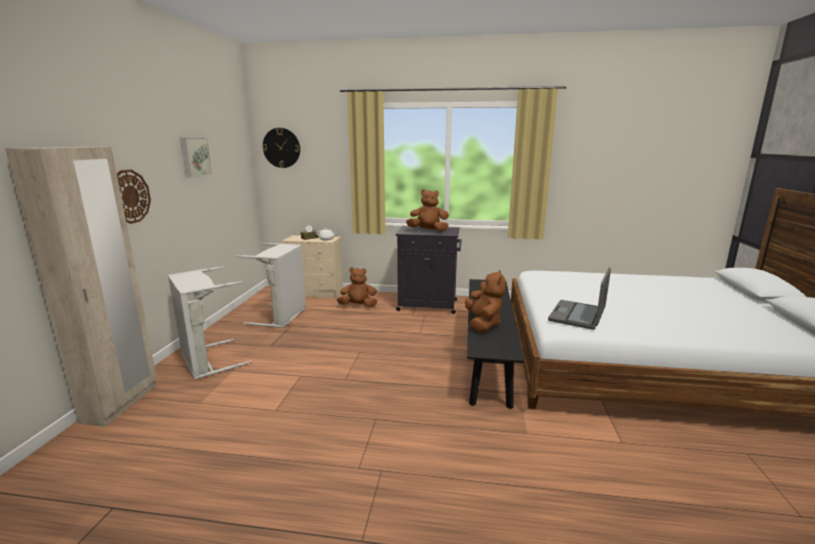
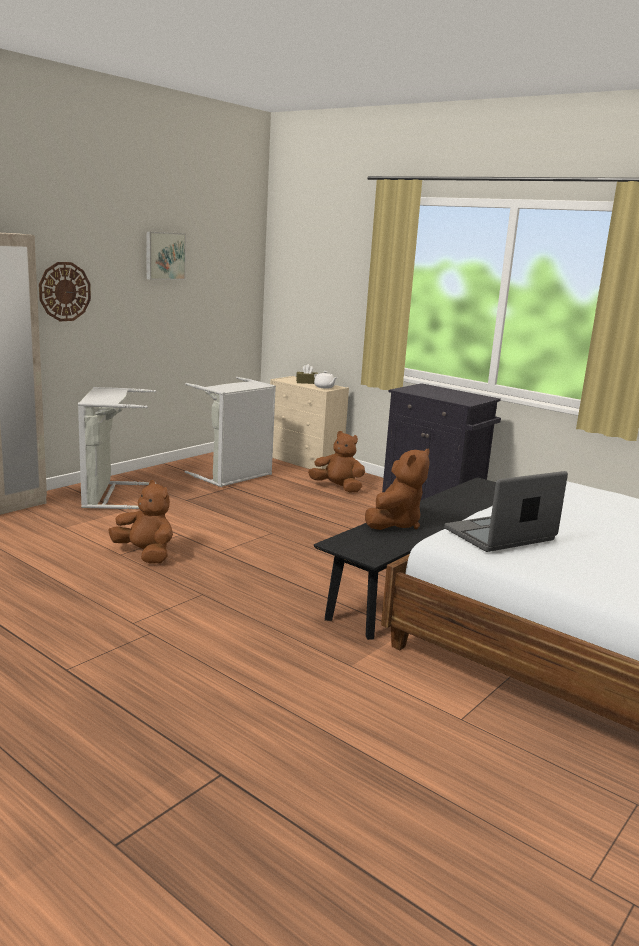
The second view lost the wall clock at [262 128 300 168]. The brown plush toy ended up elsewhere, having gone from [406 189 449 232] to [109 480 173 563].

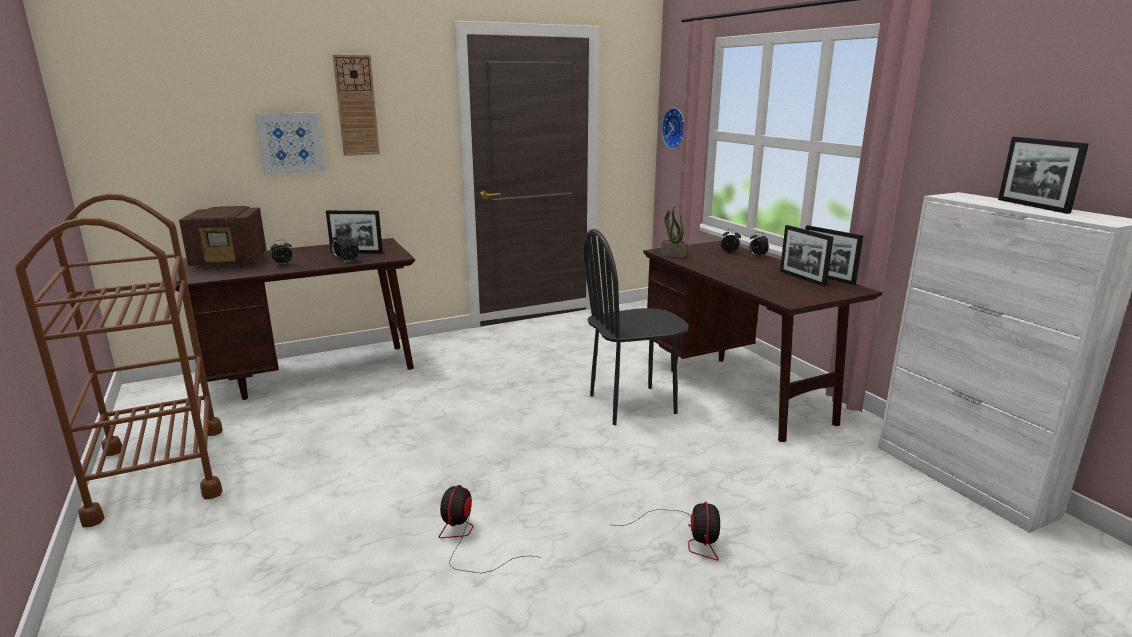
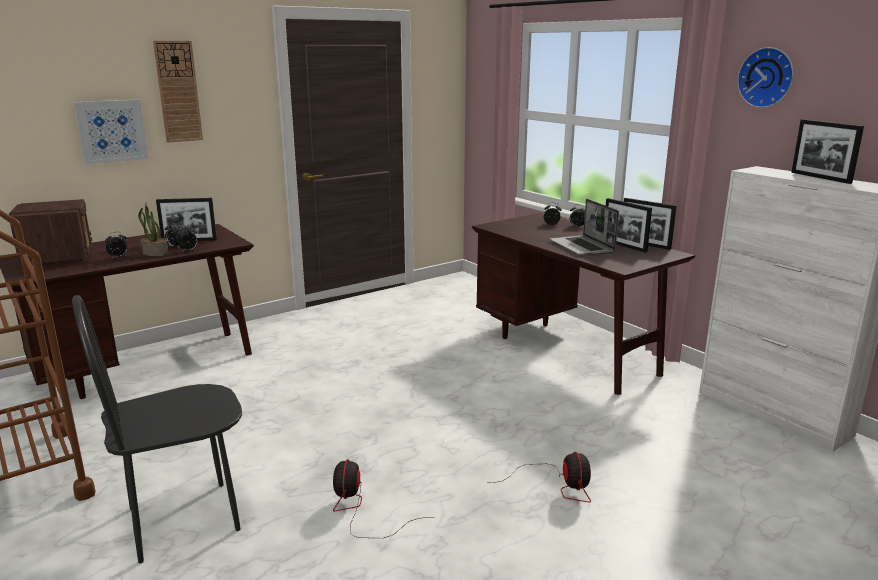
The second view gained the portable computer at [550 199 619 256]. The black-coloured upright chair ended up elsewhere, having gone from [584 229 689 425] to [72 295 242 564]. The houseplant ended up elsewhere, having gone from [661 206 687 258] to [138 202 169 256]. The wall clock ended up elsewhere, having gone from [662 108 684 149] to [737 47 794 108]. The radio at [179 206 267 269] ended up facing another way, 90 degrees counterclockwise from before.

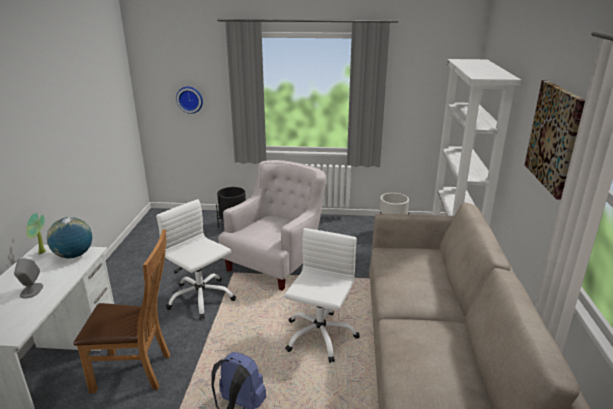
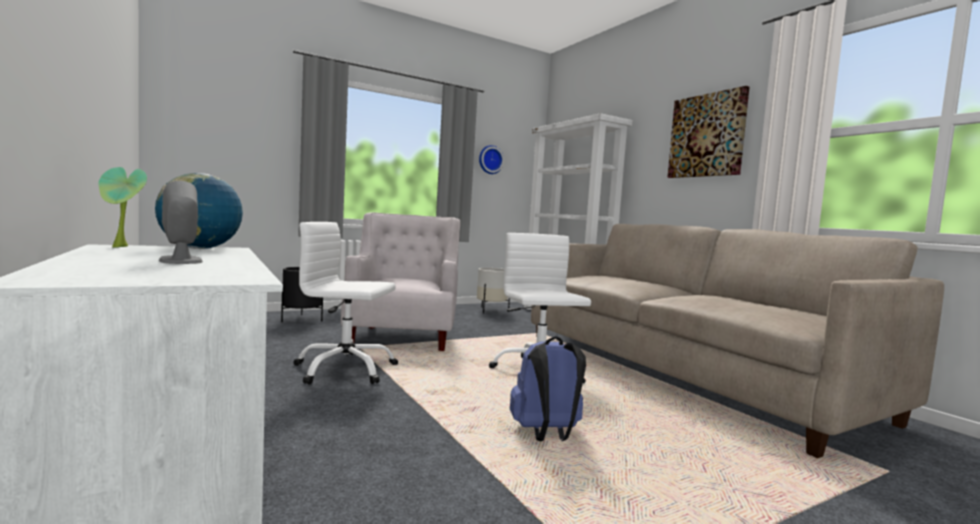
The second view lost the brown upright chair at [73 229 170 394]. The wall clock ended up elsewhere, having gone from [176 87 203 114] to [479 145 504 174].

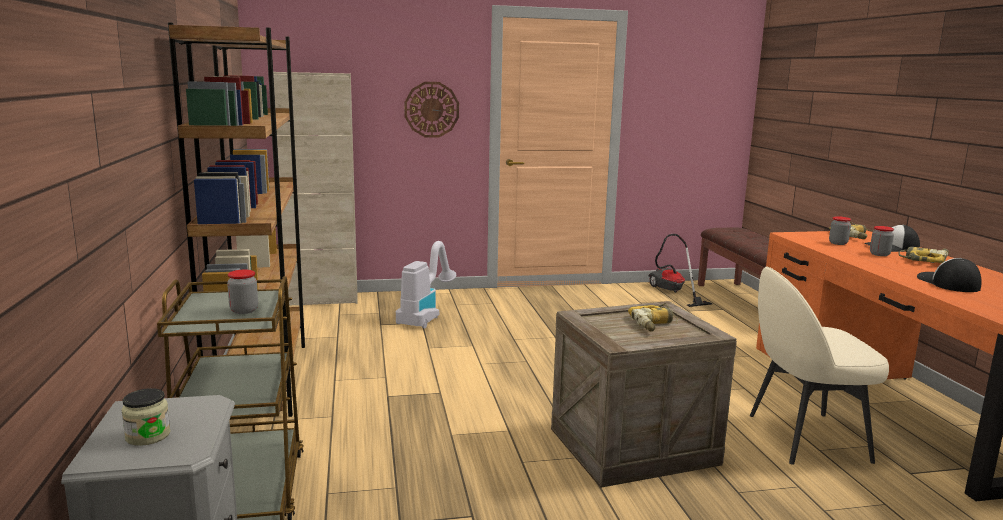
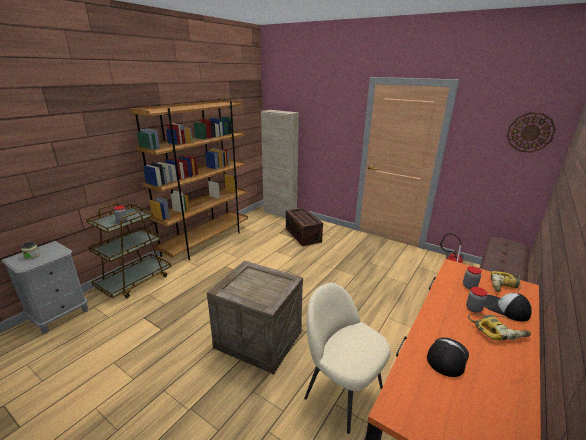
The second view lost the drill at [628 303 678 331]. The wall clock ended up elsewhere, having gone from [404 82 459 137] to [507 112 556 153]. Where the vacuum stood at [396 241 456 328], the shipping crate came to stand at [286 208 323 246].

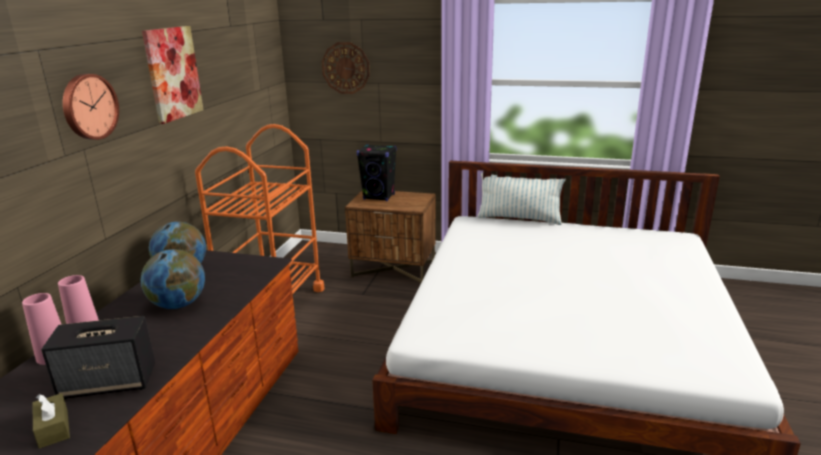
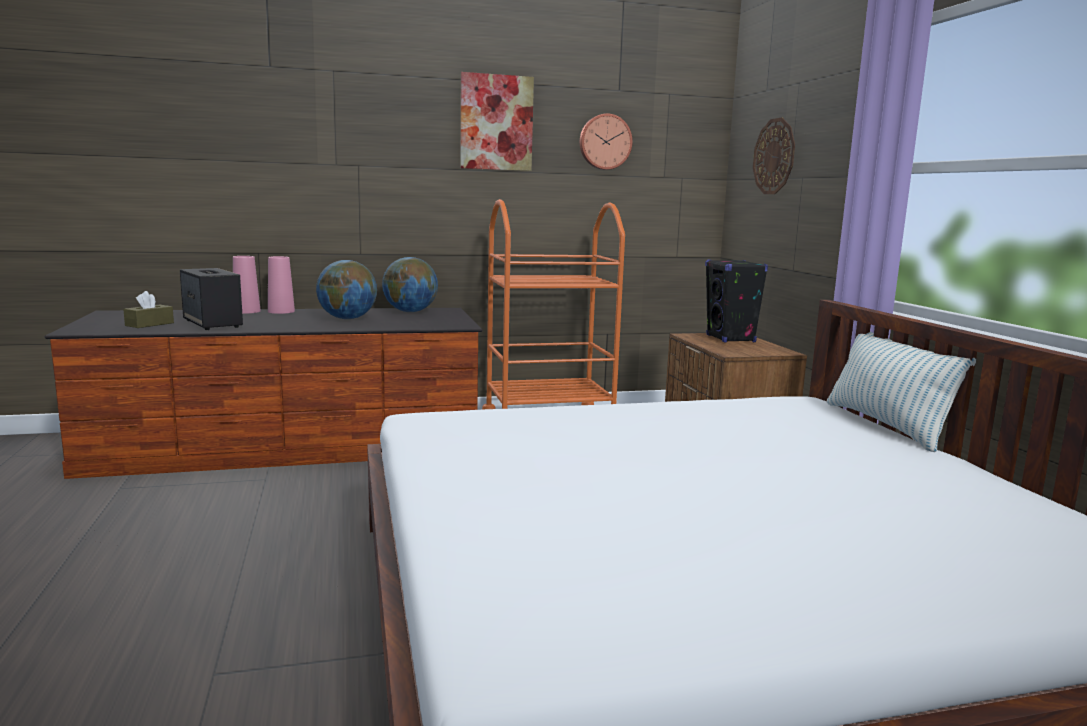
The wall clock ended up elsewhere, having gone from [63 74 119 140] to [580 113 633 170].

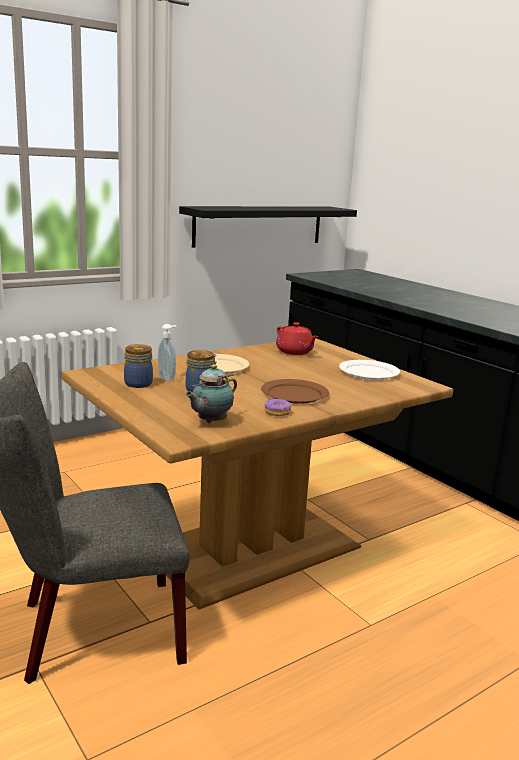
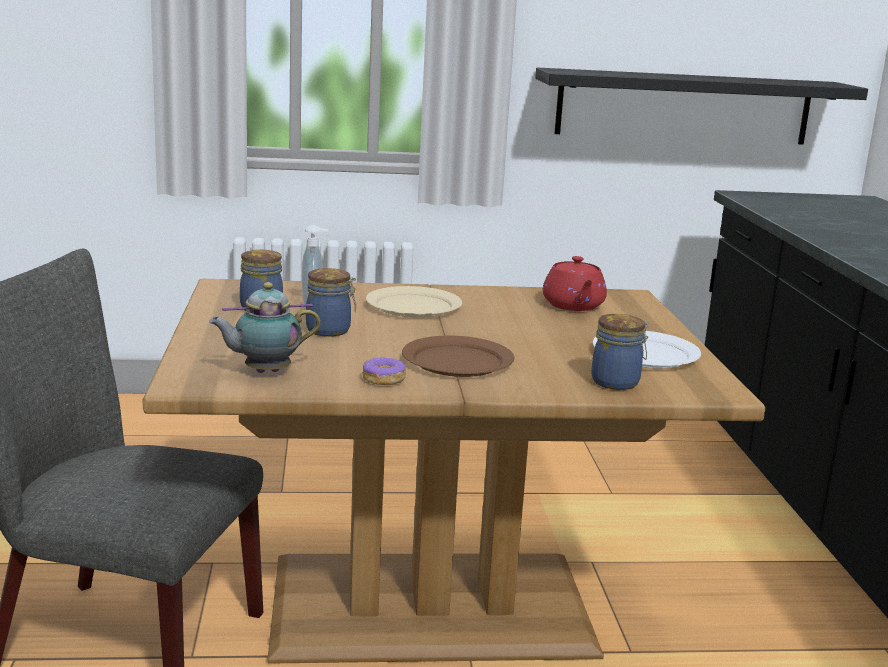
The second view gained the preserve jar at [591 314 649 390].

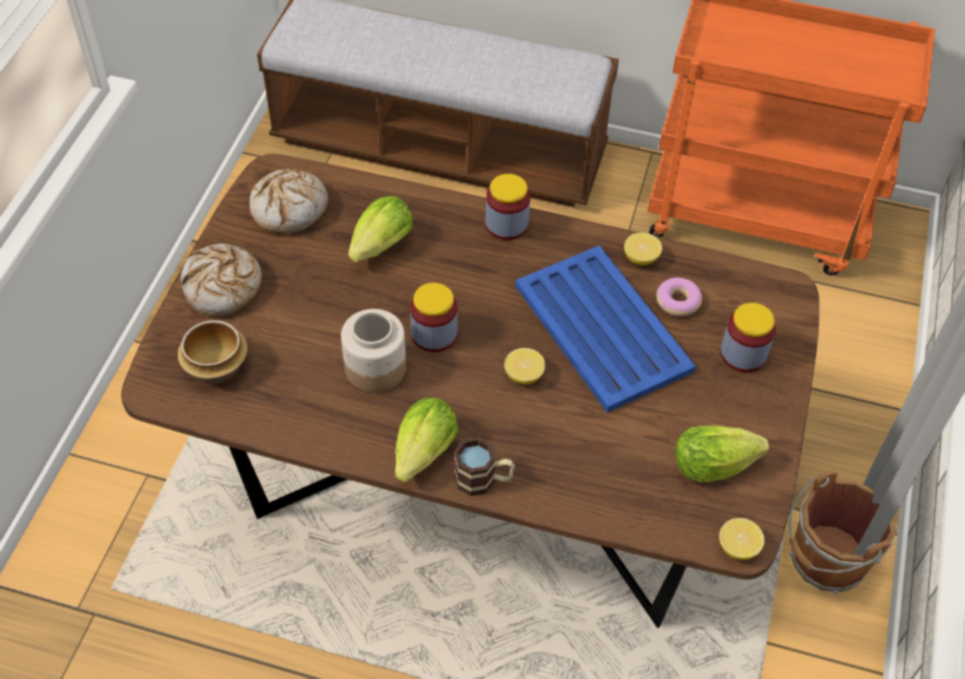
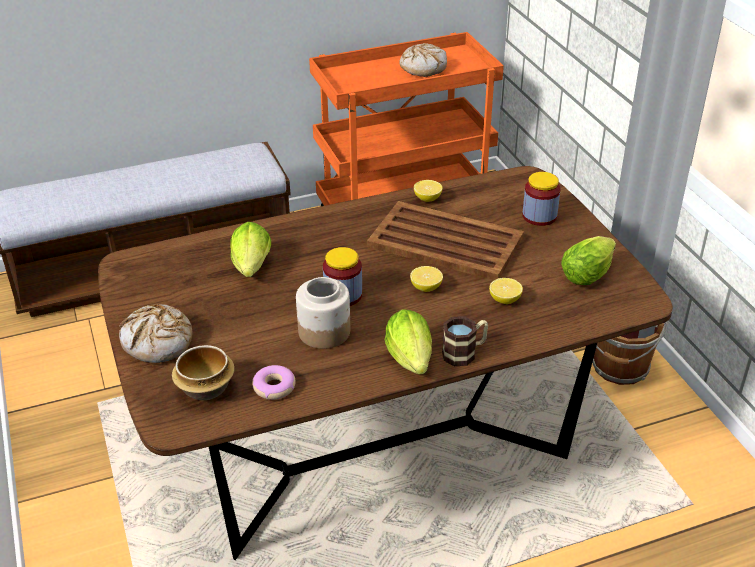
The second view lost the preserve jar at [485 174 530 240]. The bread ended up elsewhere, having gone from [249 169 328 233] to [400 43 447 77]. The doughnut ended up elsewhere, having gone from [656 278 702 317] to [252 365 296 400]. The lemon ended up elsewhere, having gone from [719 518 764 560] to [489 278 523 304]. What was the bluish serving tray at [515 245 696 413] turned into the brown serving tray at [367 201 524 280].

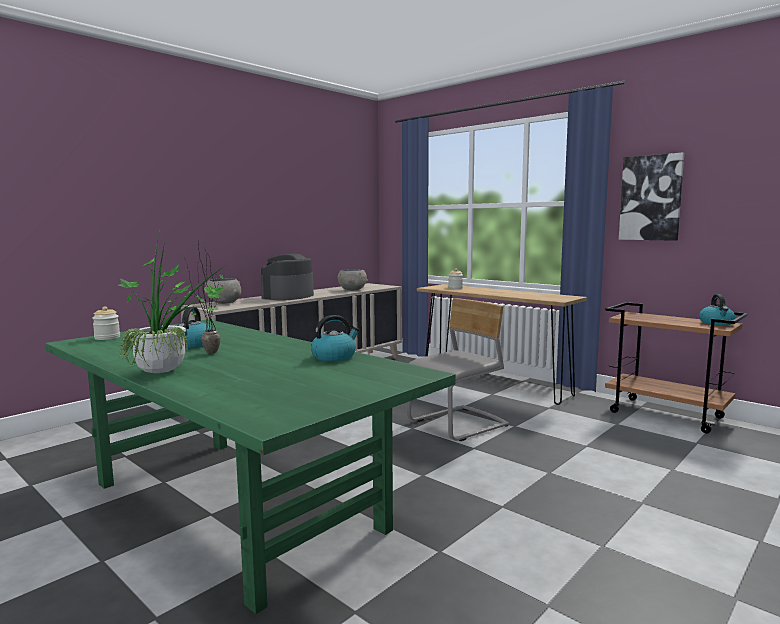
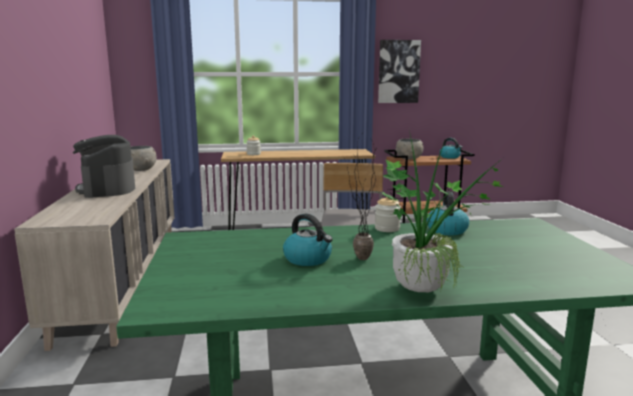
The preserve jar ended up elsewhere, having gone from [92 306 120 340] to [375 197 401 232]. The greyish bowl ended up elsewhere, having gone from [205 278 241 304] to [395 139 424 159].

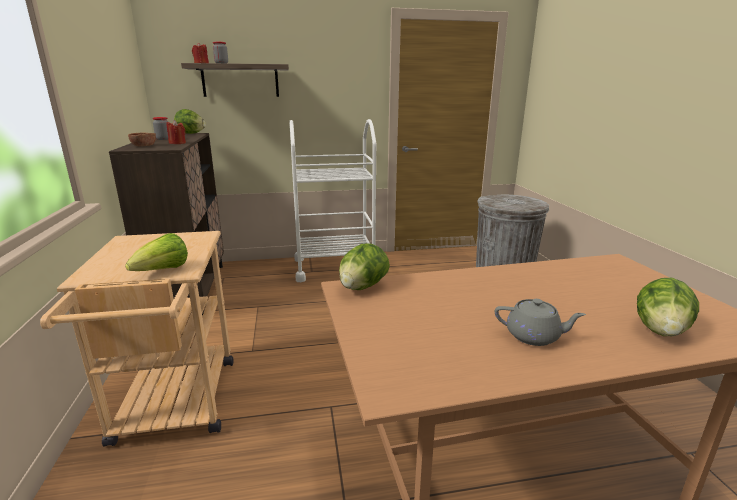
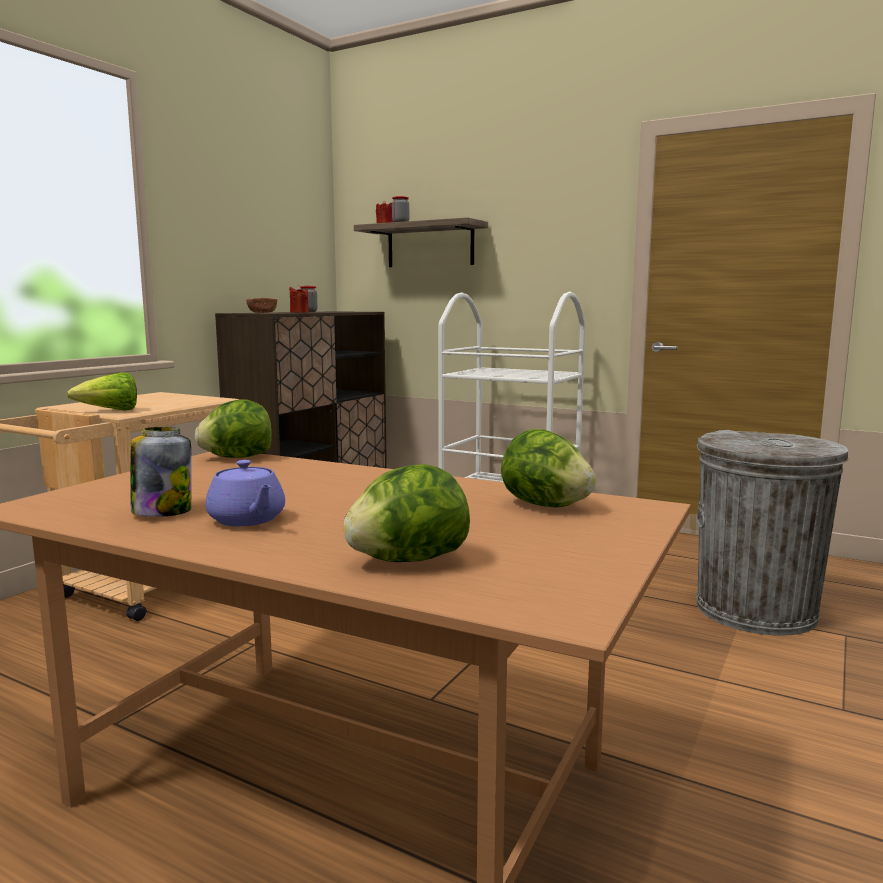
The second view gained the preserve jar at [130 427 192 517]. The head of lettuce ended up elsewhere, having gone from [174 109 206 134] to [501 429 597 507]. What was the greyish tea pot at [495 299 586 346] turned into the purplish tea pot at [205 460 285 526].

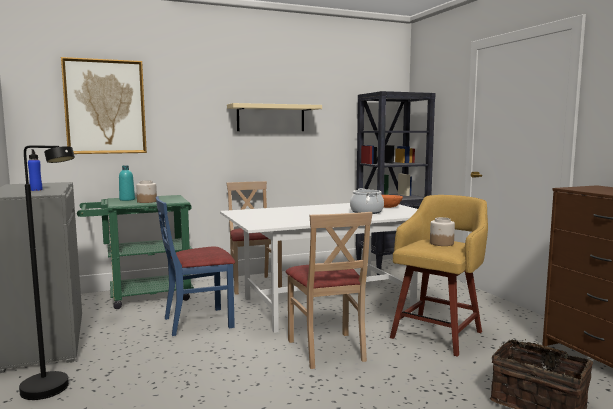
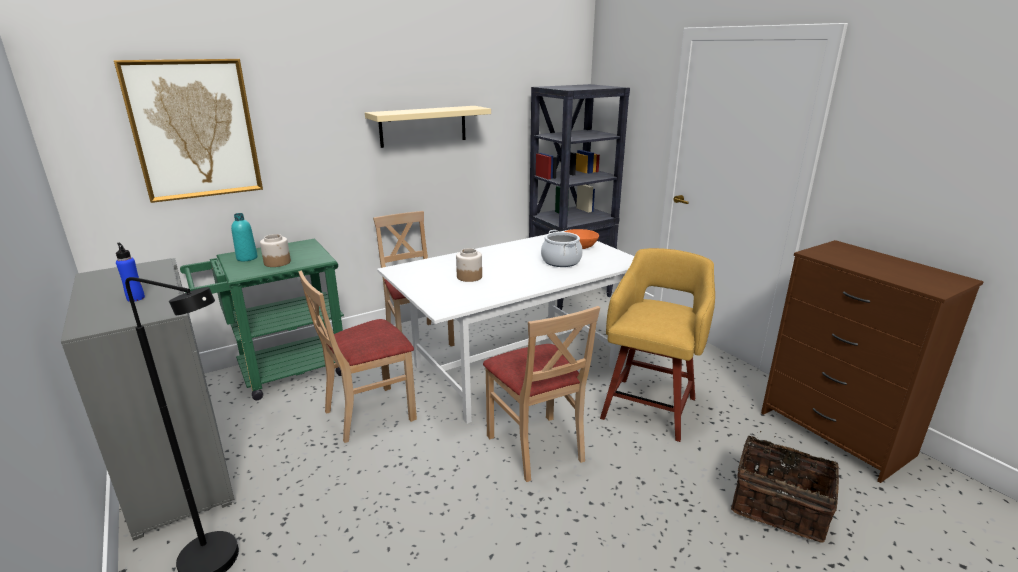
The preserve jar ended up elsewhere, having gone from [430 217 455 246] to [456 248 482 282]. What was the bluish upright chair at [156 196 235 336] turned into the beige upright chair at [298 271 417 443].

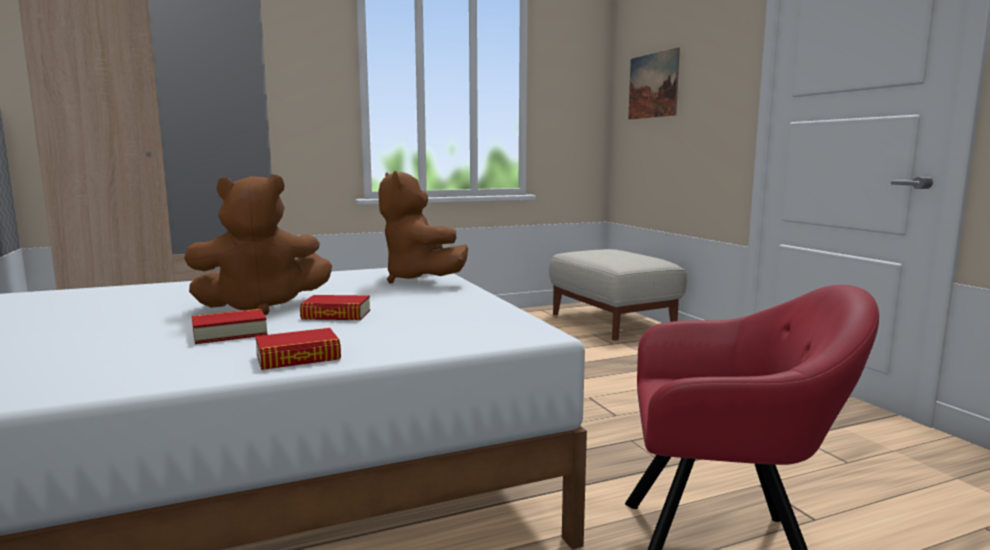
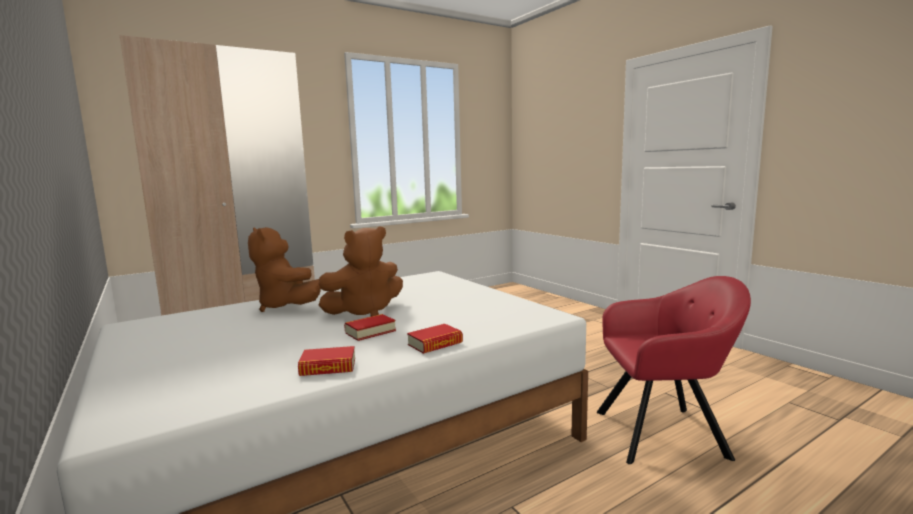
The second view lost the beige footrest at [549 249 687 341]. The second view lost the picture at [628 47 680 120]. The book ended up elsewhere, having gone from [300 295 370 320] to [298 346 355 376]. The brown plush toy ended up elsewhere, having gone from [379 171 468 283] to [248 227 321 312].

